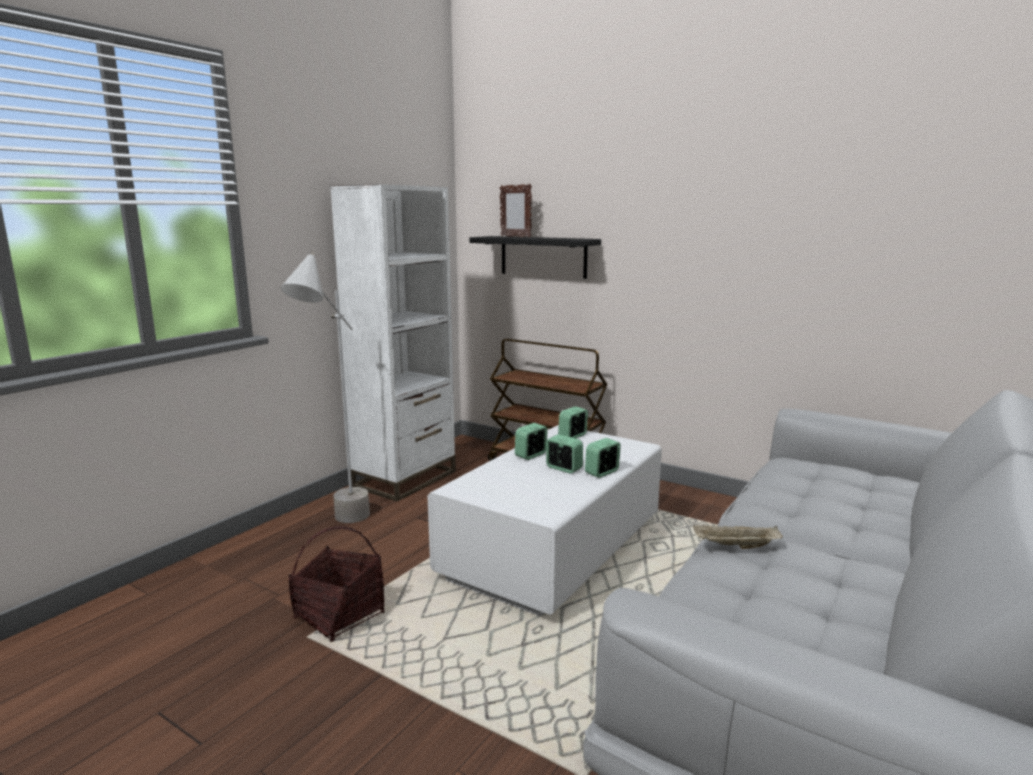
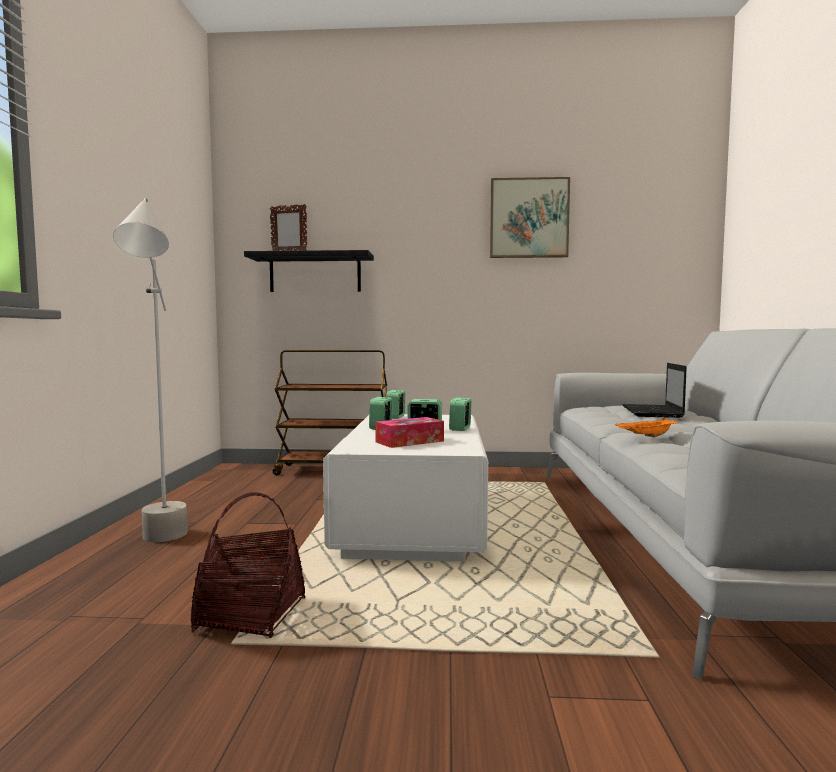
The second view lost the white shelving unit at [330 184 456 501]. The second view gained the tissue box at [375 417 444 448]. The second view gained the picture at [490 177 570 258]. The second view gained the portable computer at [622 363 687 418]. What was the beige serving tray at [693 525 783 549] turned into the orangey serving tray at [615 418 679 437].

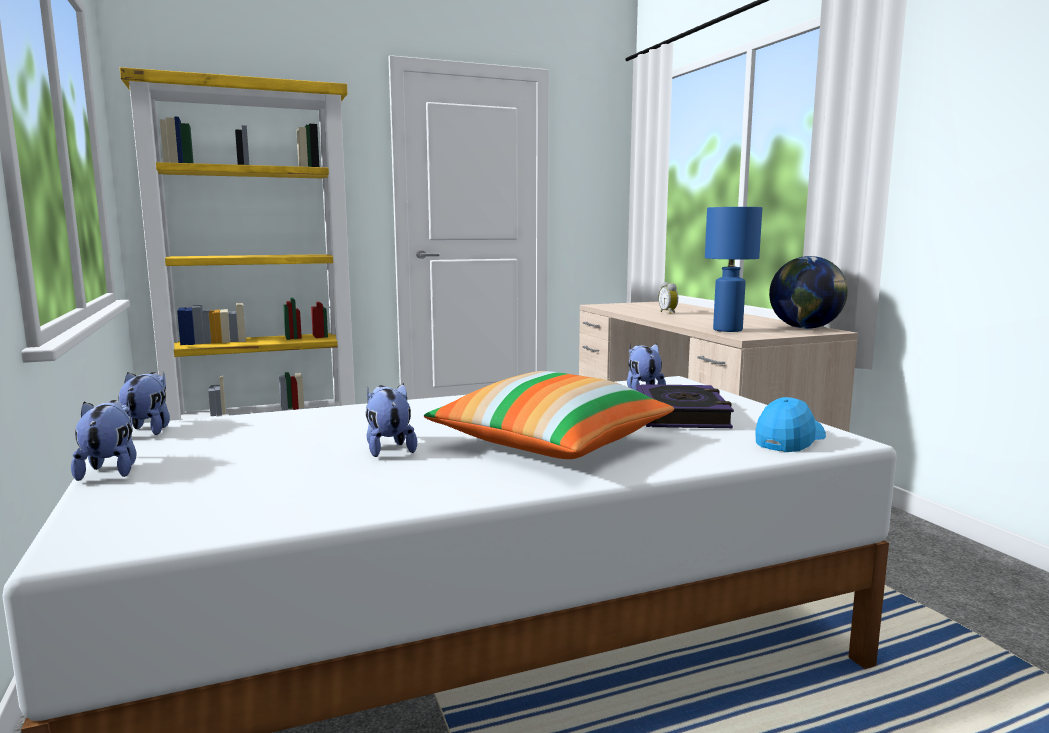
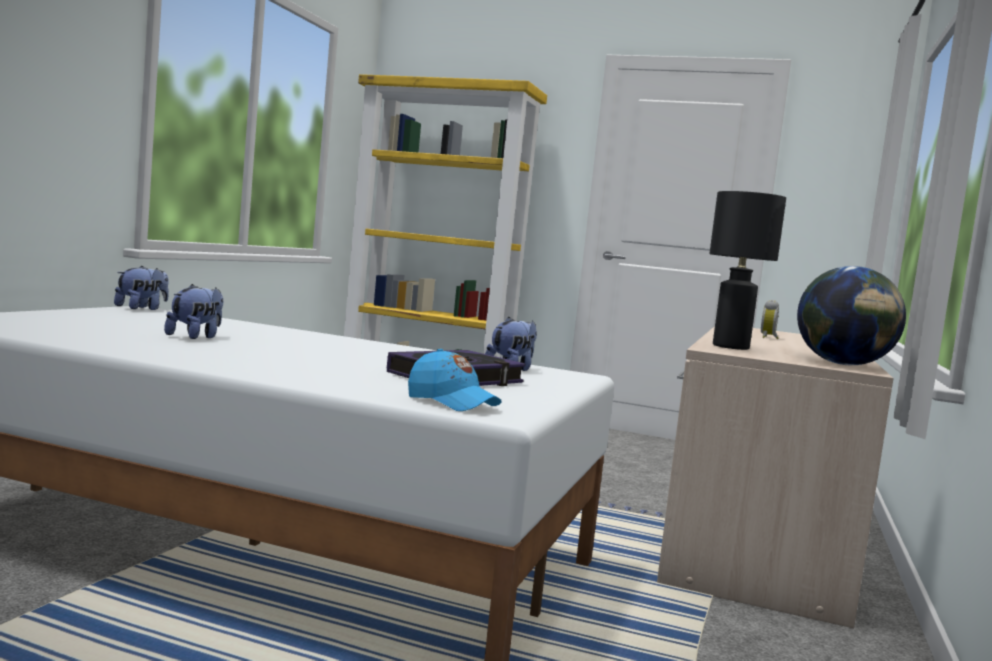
The second view lost the plush toy at [71 400 136 481]. The second view lost the pillow at [424 371 674 459]. What was the bluish lamp for a table at [705 207 762 332] turned into the black-coloured lamp for a table at [709 191 786 350]. The bluish peaked cap at [756 397 826 452] ended up facing another way, 45 degrees clockwise from before.

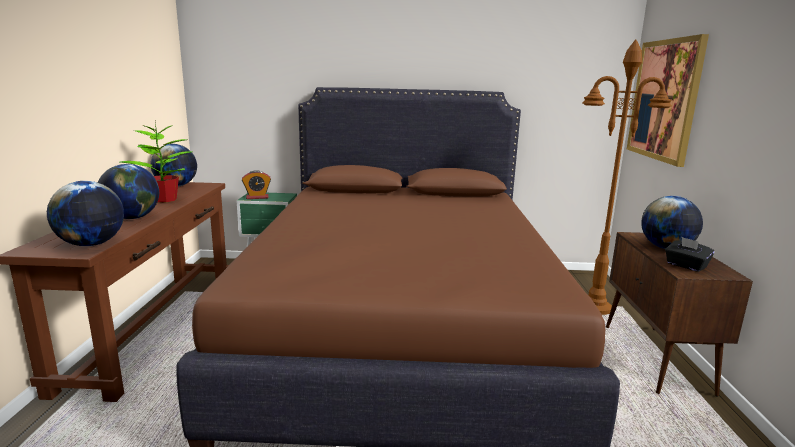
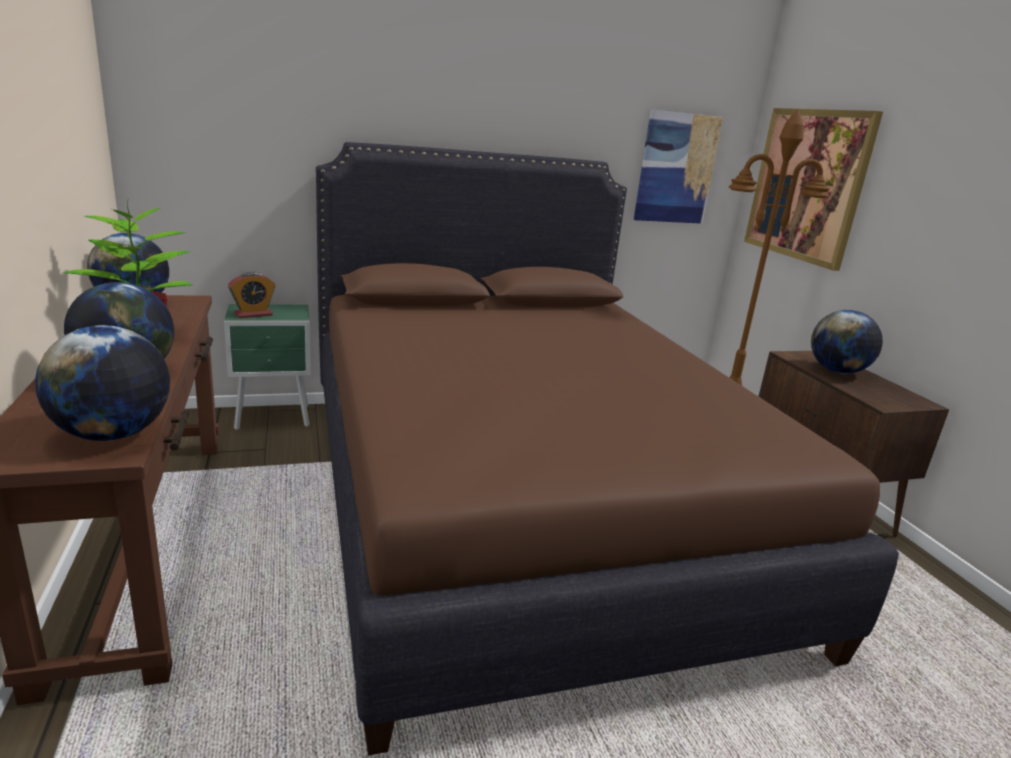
The second view lost the black-coloured tissue box at [665 237 715 272]. The second view gained the picture at [634 110 723 224].

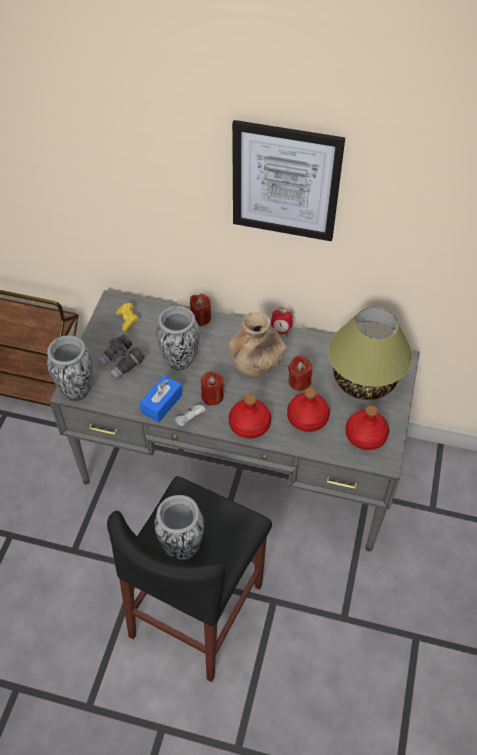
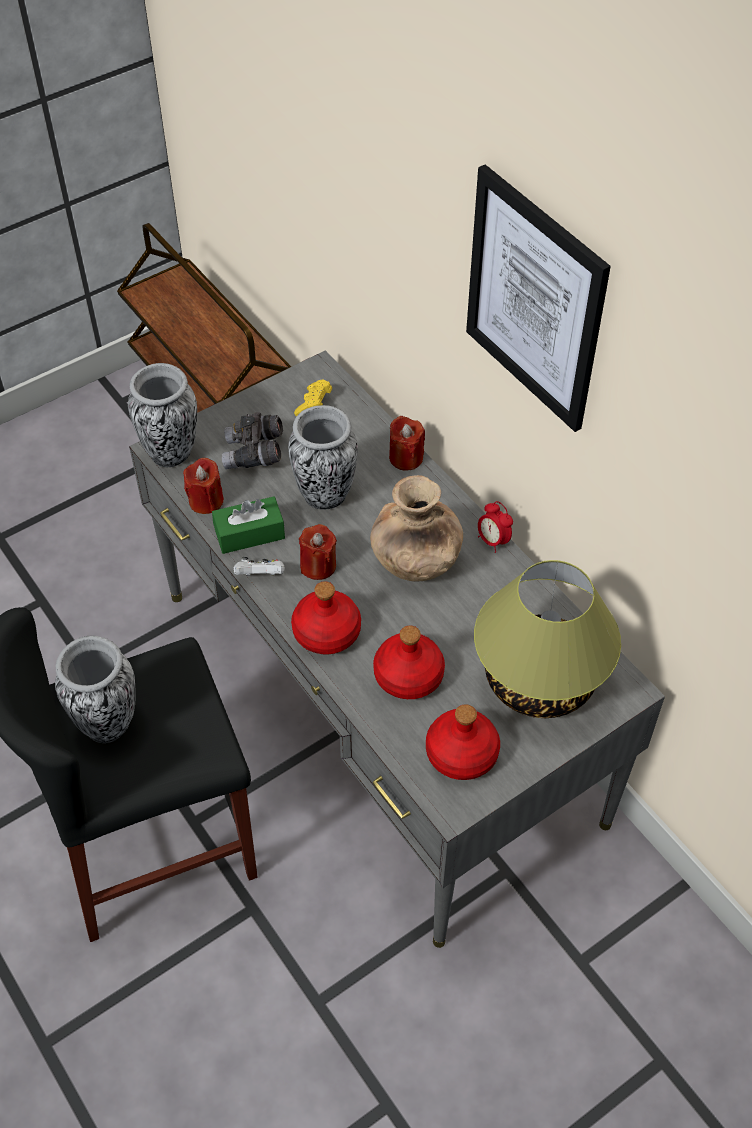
The red candle ended up elsewhere, having gone from [288 355 312 391] to [183 458 224 514]. What was the bluish tissue box at [140 375 183 422] turned into the green tissue box at [212 496 285 554].

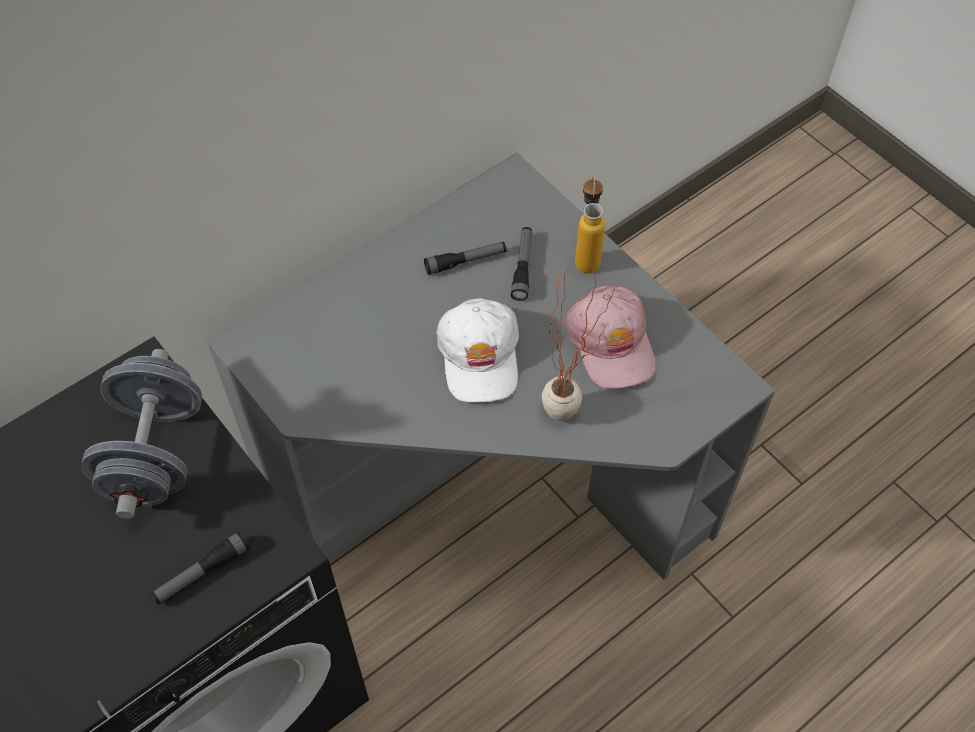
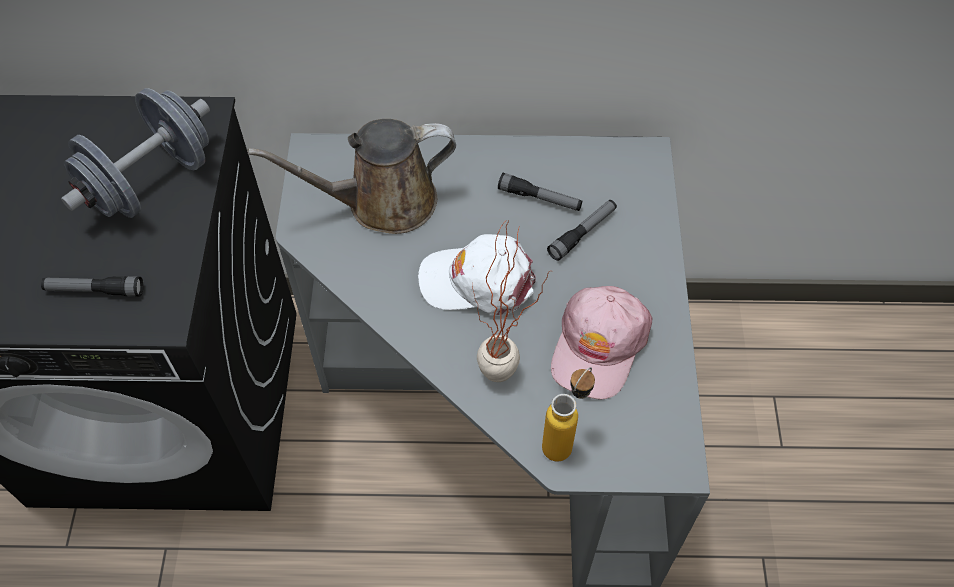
The second view gained the brown watering can at [248 119 456 234]. The drink bottle ended up elsewhere, having gone from [575 174 605 273] to [542 367 595 462]. The white peaked cap at [436 298 519 403] ended up facing another way, 60 degrees clockwise from before.

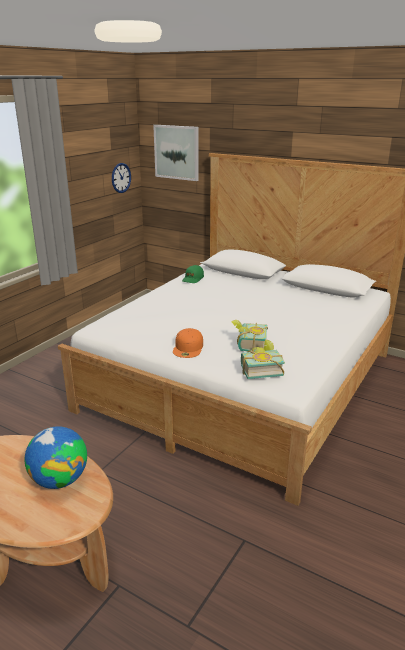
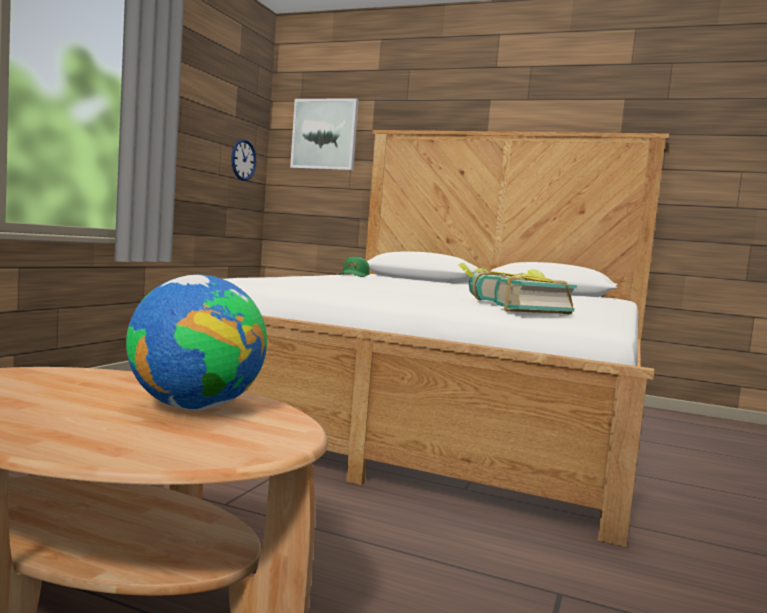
The second view lost the orangey peaked cap at [173 328 203 358].

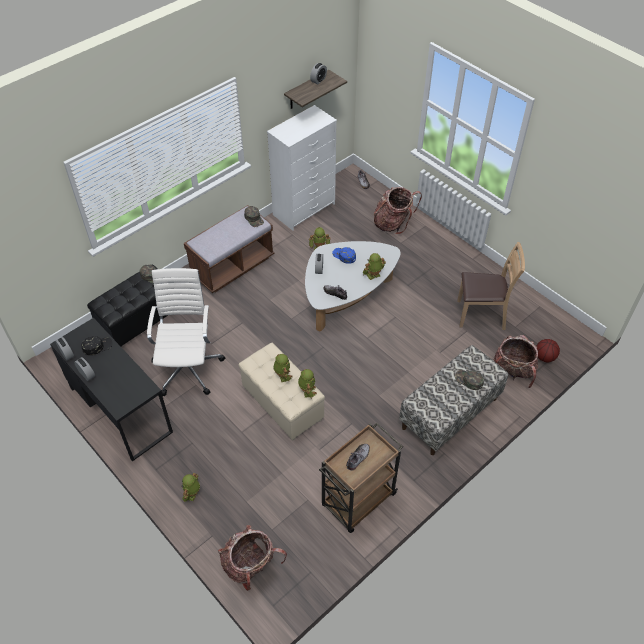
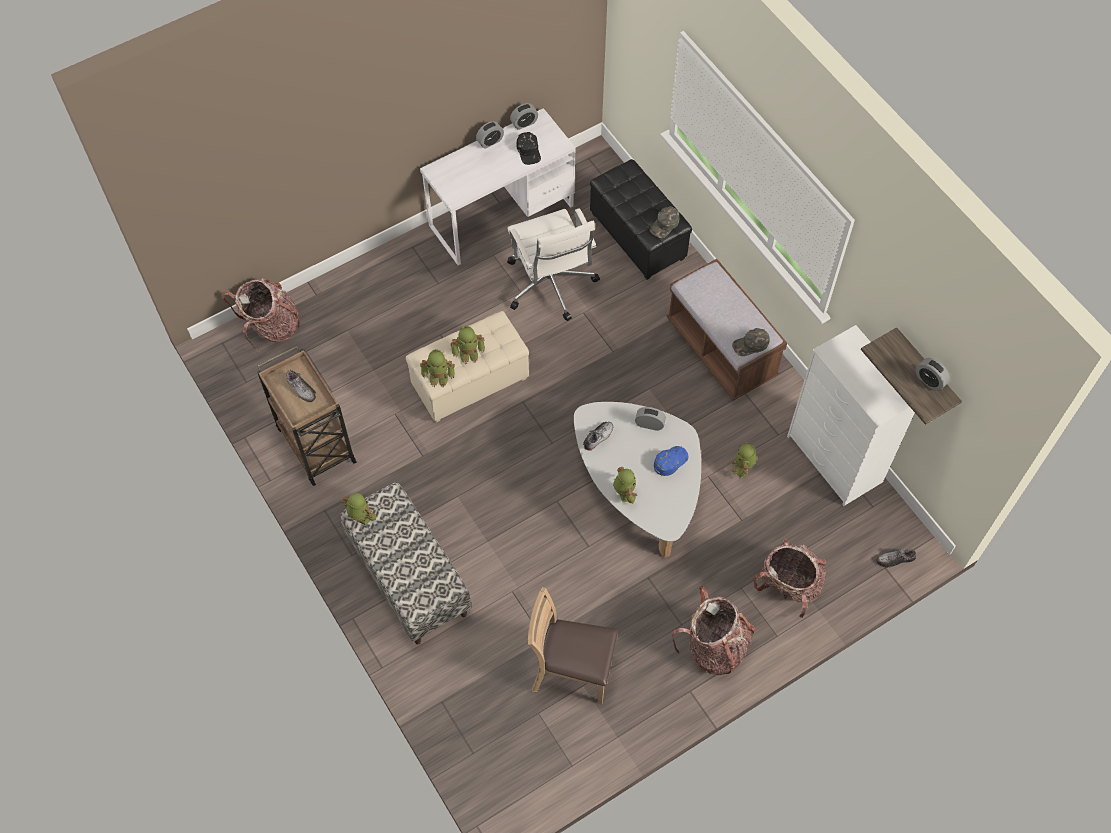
The second view lost the green peaked cap at [455 370 484 390]. The second view lost the basketball at [537 339 560 362]. The model robot ended up elsewhere, having gone from [181 473 200 502] to [342 493 376 526]. The rucksack ended up elsewhere, having gone from [493 335 538 388] to [672 585 756 675]. What was the black-coloured desk unit at [50 318 173 461] turned into the white desk unit at [420 108 576 265]. The white office chair at [147 268 226 396] ended up facing another way, 60 degrees clockwise from before. The brown upright chair at [457 242 525 330] ended up facing another way, 90 degrees clockwise from before.

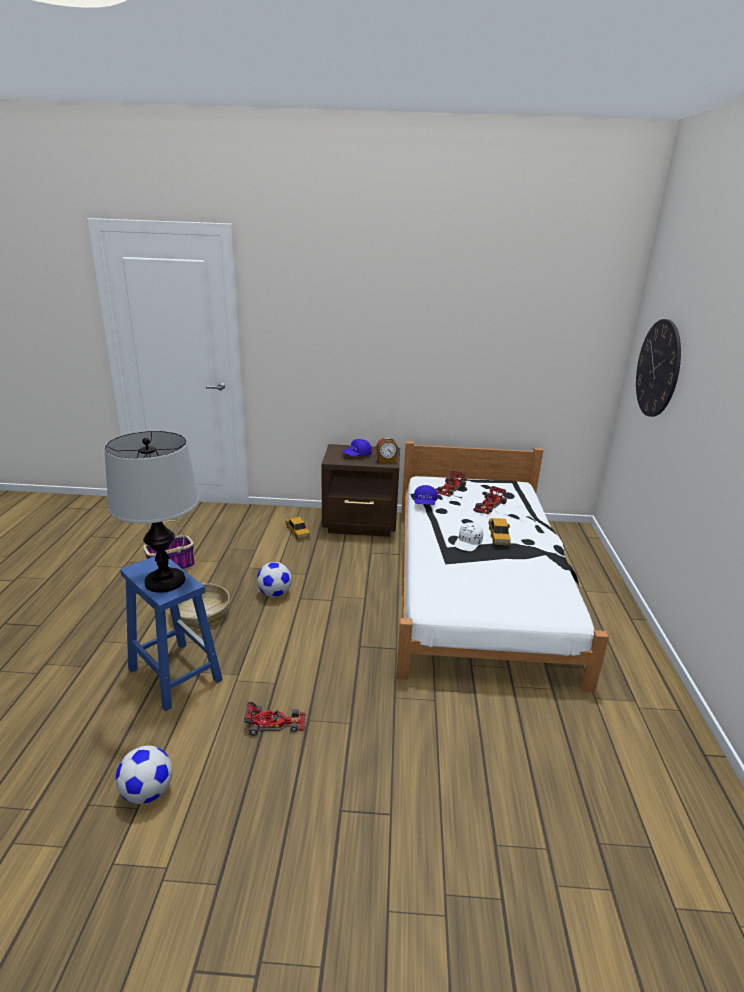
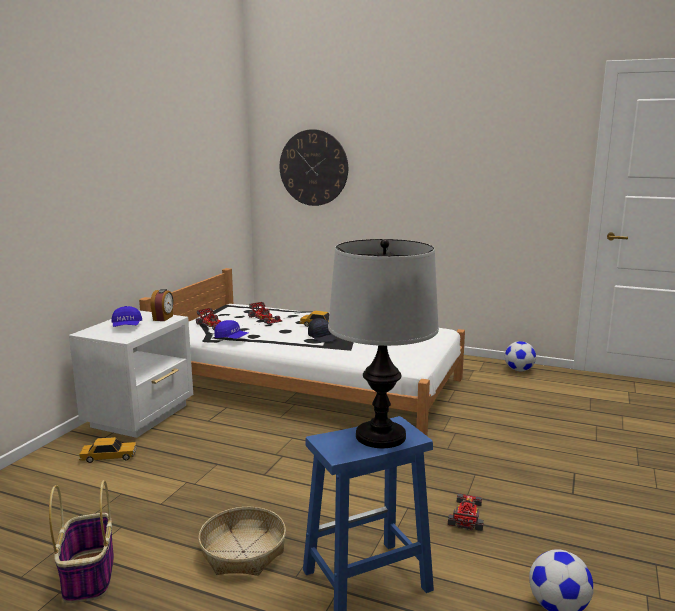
The ball for football ended up elsewhere, having gone from [257 562 292 597] to [505 341 536 371]. What was the brown night table at [322 444 400 537] turned into the white night table at [69 310 193 438]. What was the white peaked cap at [454 522 483 551] turned into the black-coloured peaked cap at [308 318 337 343].

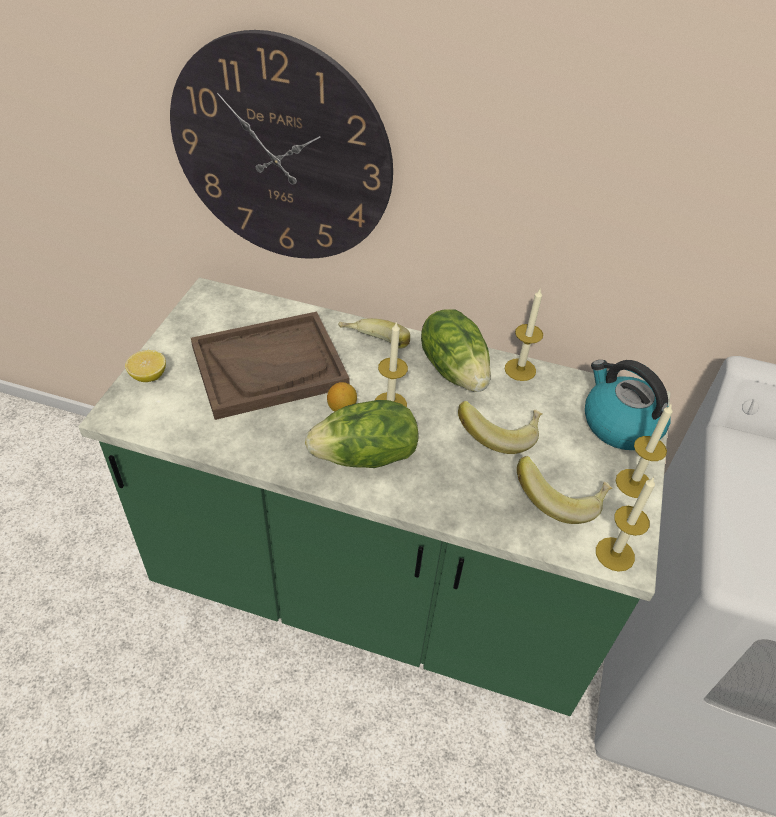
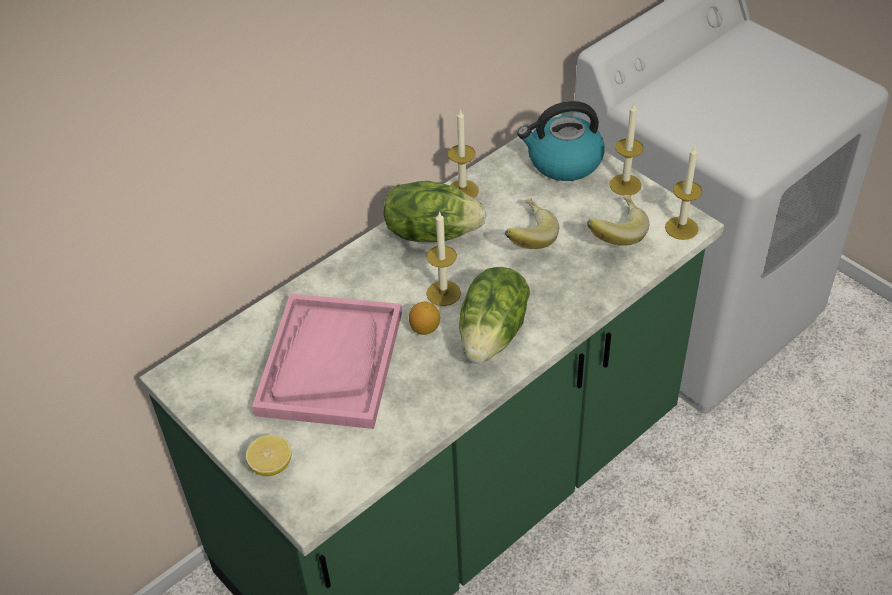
The second view lost the wall clock at [170 30 393 259]. The second view lost the whole banana at [338 318 410 349]. What was the brown serving tray at [191 312 350 420] turned into the pink serving tray at [252 294 402 429].

